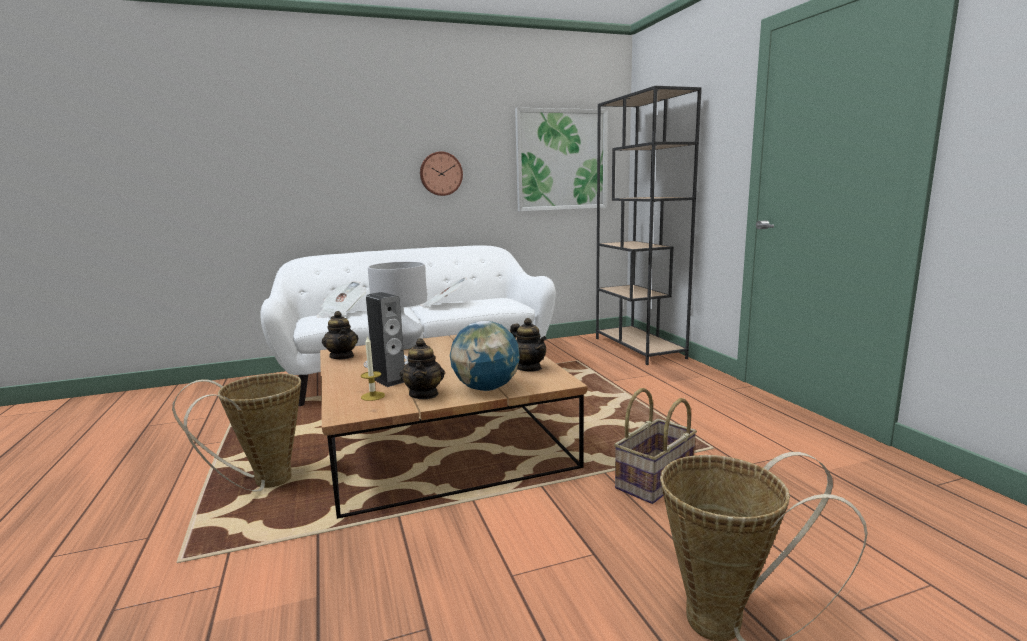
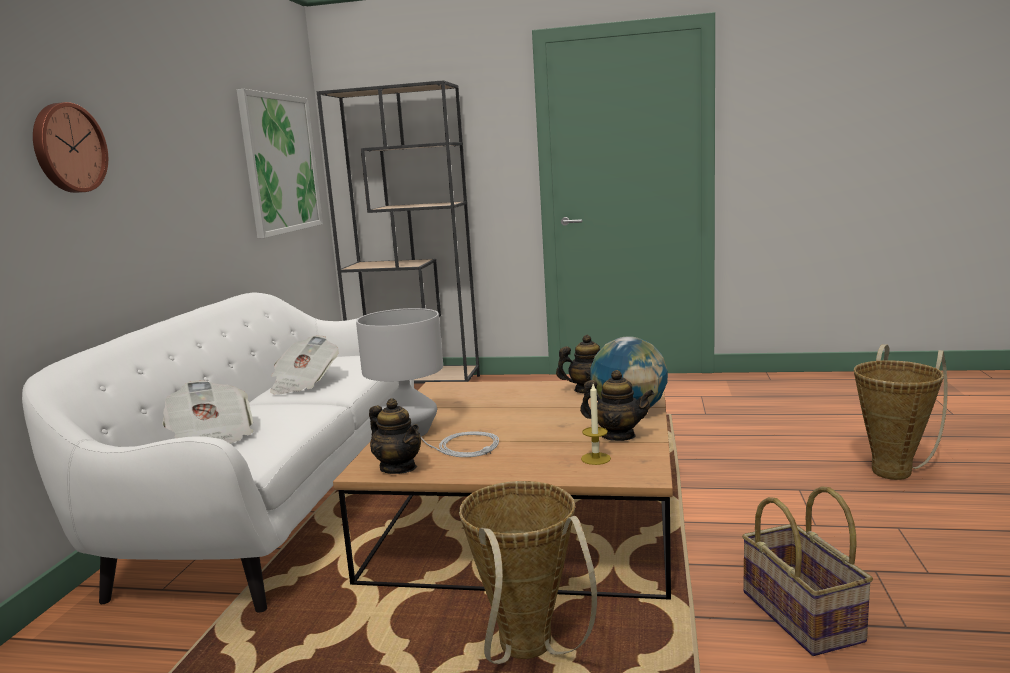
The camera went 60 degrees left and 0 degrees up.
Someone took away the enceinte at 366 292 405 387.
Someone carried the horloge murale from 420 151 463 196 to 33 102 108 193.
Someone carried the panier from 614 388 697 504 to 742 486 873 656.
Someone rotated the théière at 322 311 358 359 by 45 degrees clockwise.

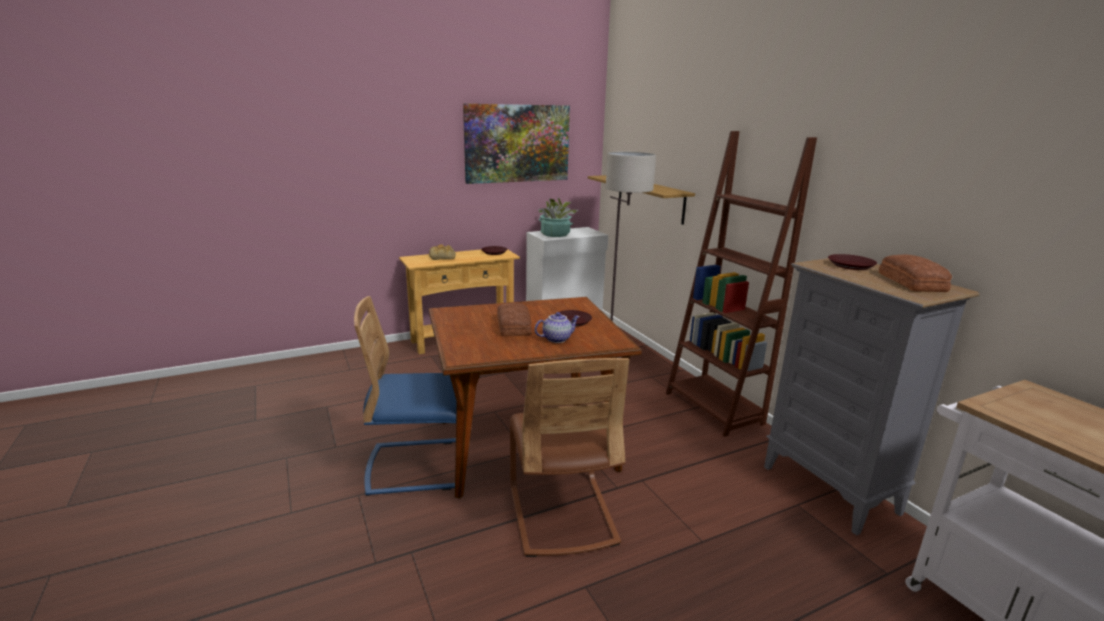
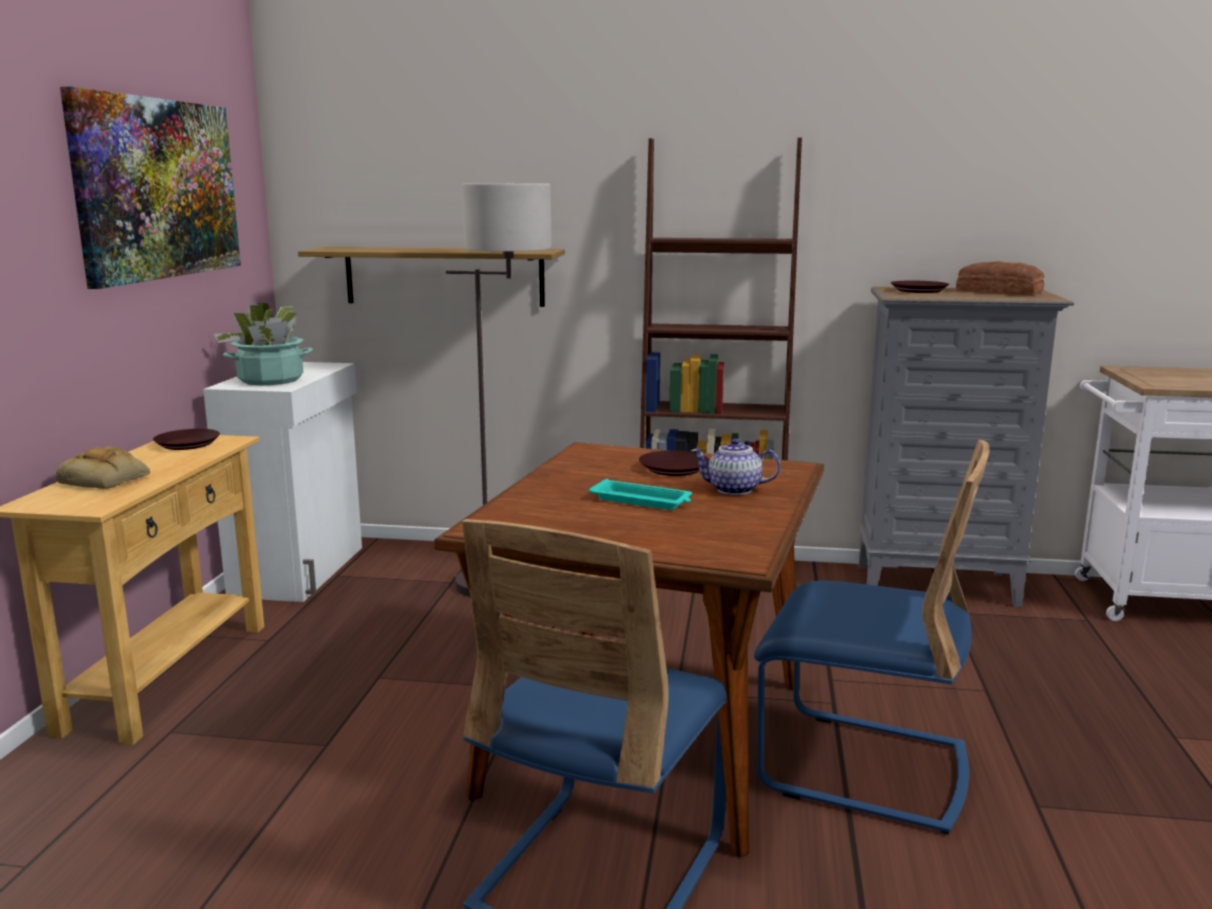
The camera went 55 degrees left and 5 degrees down.
Someone swapped the pain at 497 303 532 337 for the plateau (turquoise) at 589 479 692 510.
Someone repainted the chaise (marron) at 510 358 629 557, which became the chaise (bleu) at 754 440 990 835.
Someone rotated the théière at 535 312 580 343 by 90 degrees counterclockwise.

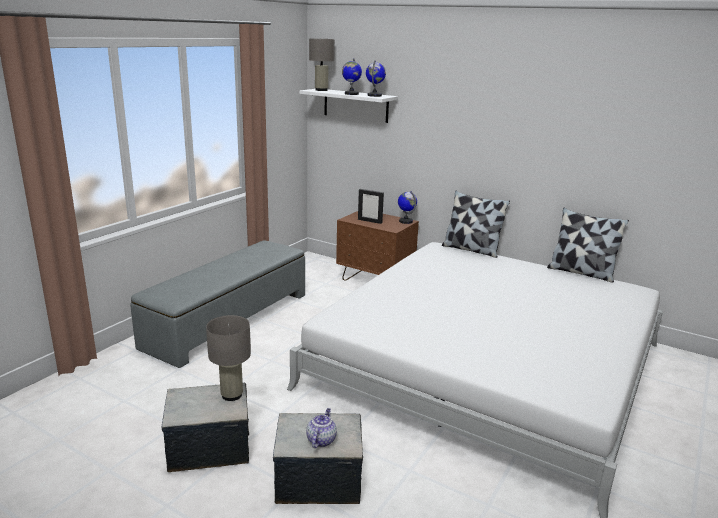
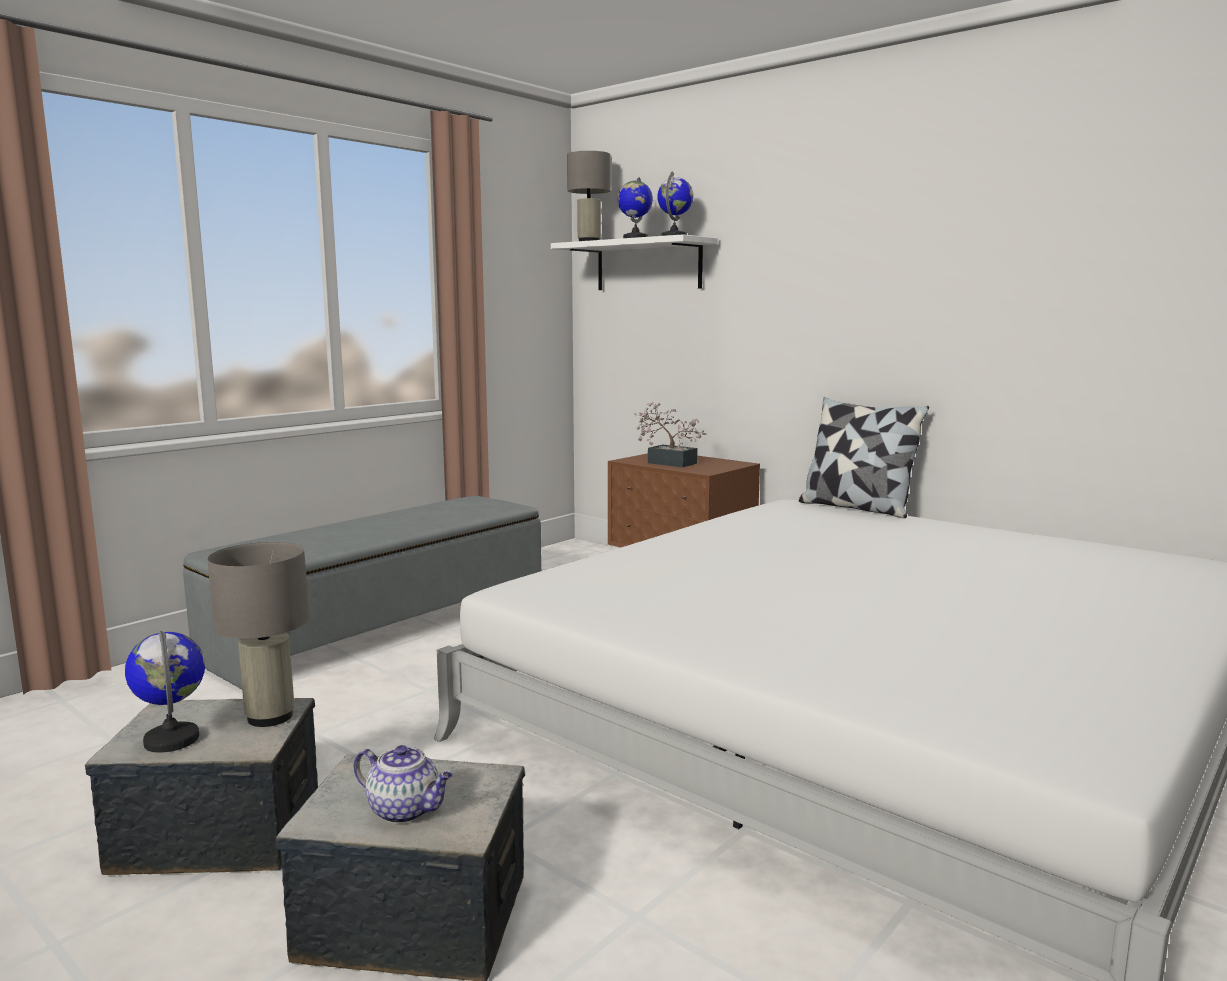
The camera went 10 degrees right and 10 degrees down.
Someone took away the coussin at 547 208 629 283.
Someone carried the globe from 398 191 417 224 to 125 631 205 753.
Someone swapped the cadre photo at 358 189 384 224 for the plante en pot at 634 402 706 467.
Someone rotated the théière at 306 408 337 448 by 90 degrees clockwise.

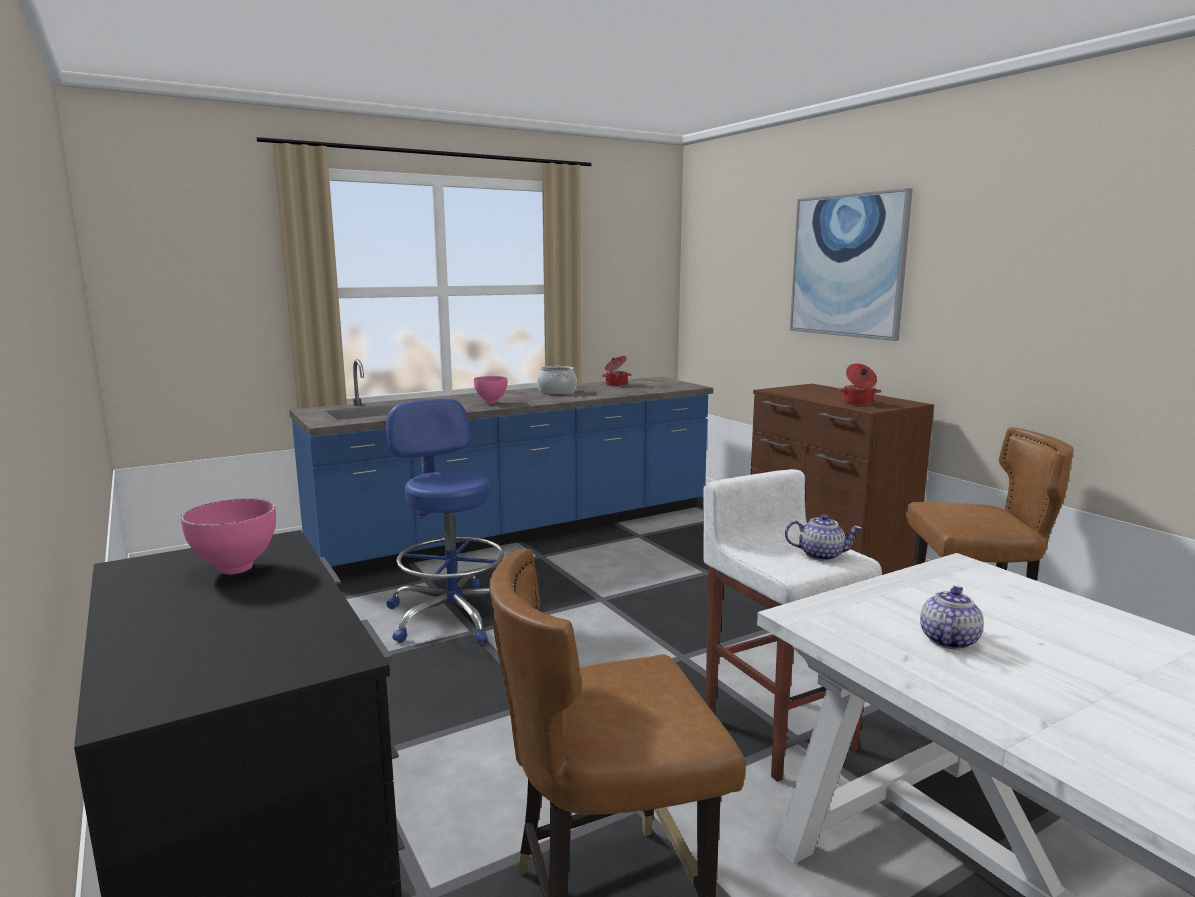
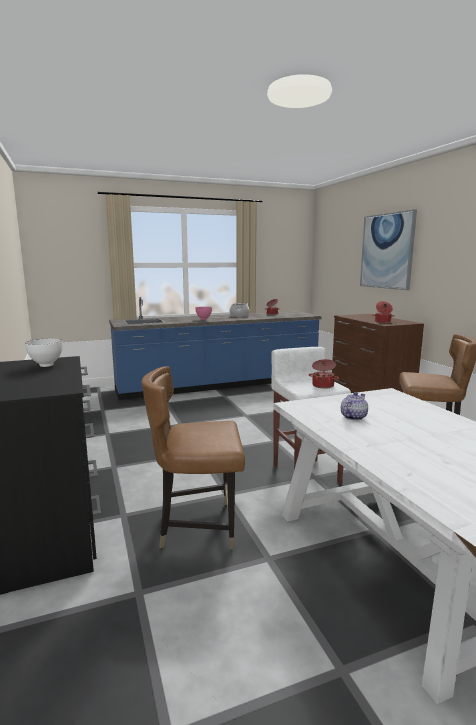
The camera went 10 degrees right and 0 degrees up.
Someone took away the tabouret (bleu) at 386 399 504 644.
Someone swapped the théière at 785 514 862 561 for the marmite at 309 359 339 389.
Someone repainted the bol (rose) at 181 498 276 574, which became the bol (blanc) at 25 338 63 367.

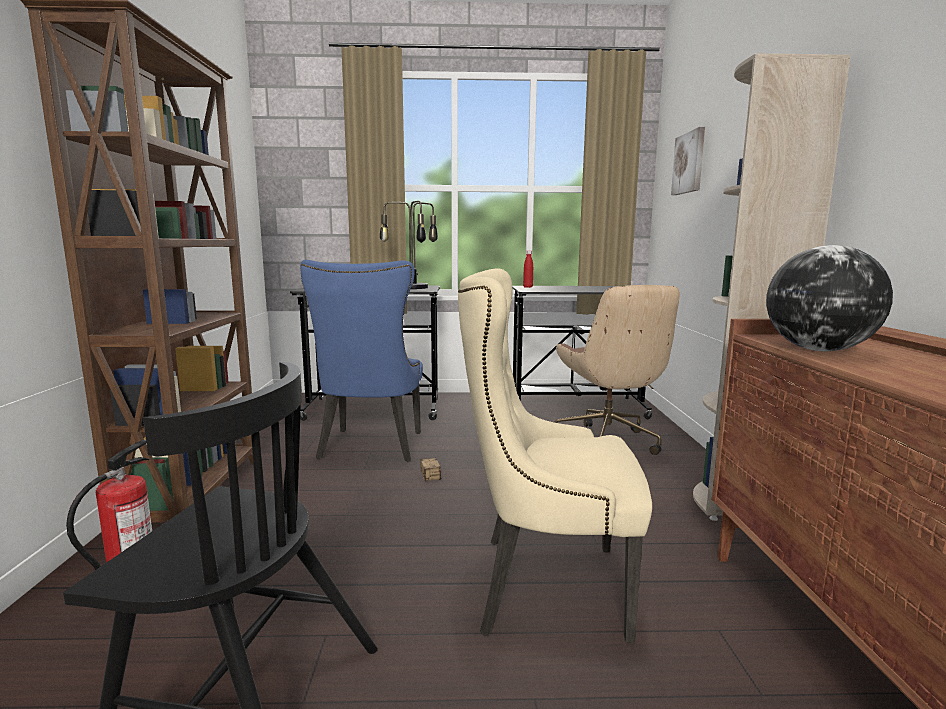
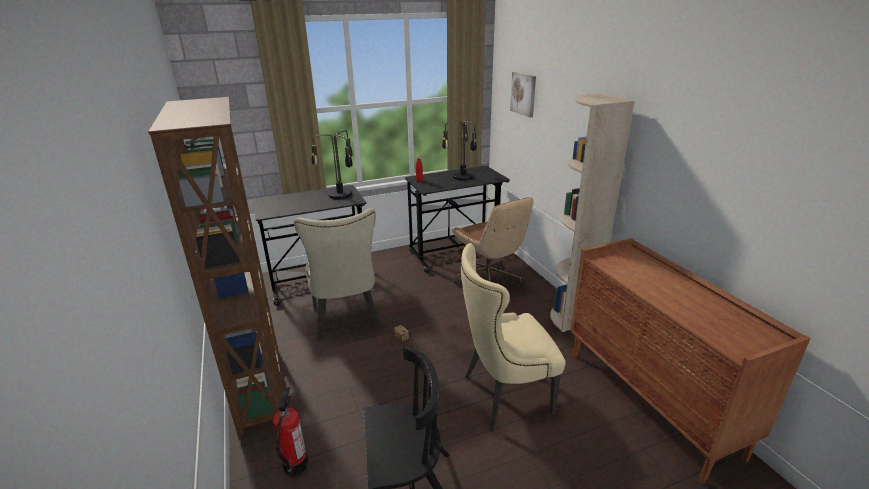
The camera went 20 degrees left and 15 degrees up.
Someone took away the globe at 766 245 893 351.
Someone put down the lampe de table at 442 117 477 181.
Someone repainted the chaise (bleu) at 300 260 423 462, which became the chaise (beige) at 294 208 381 340.

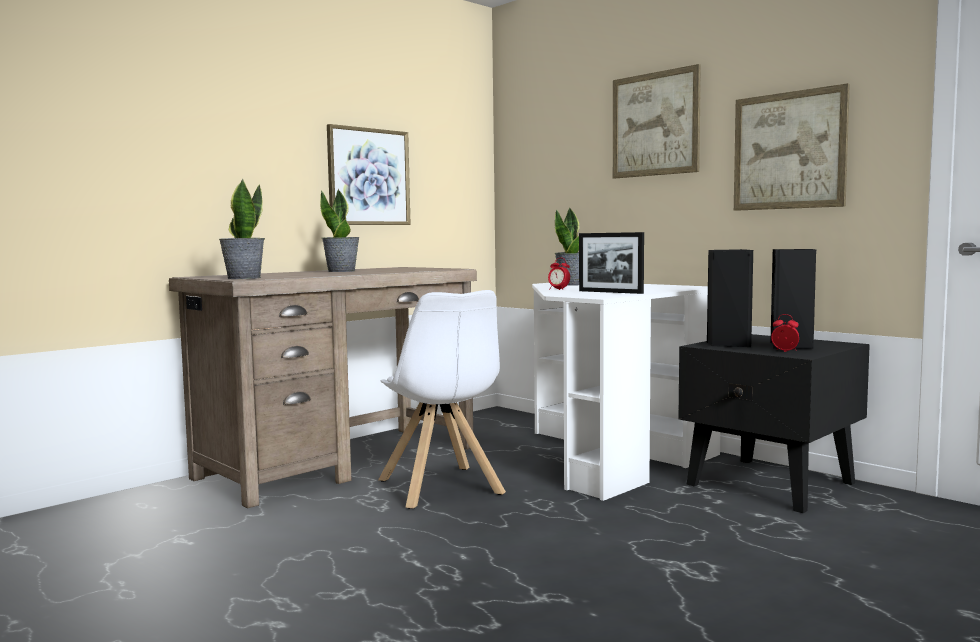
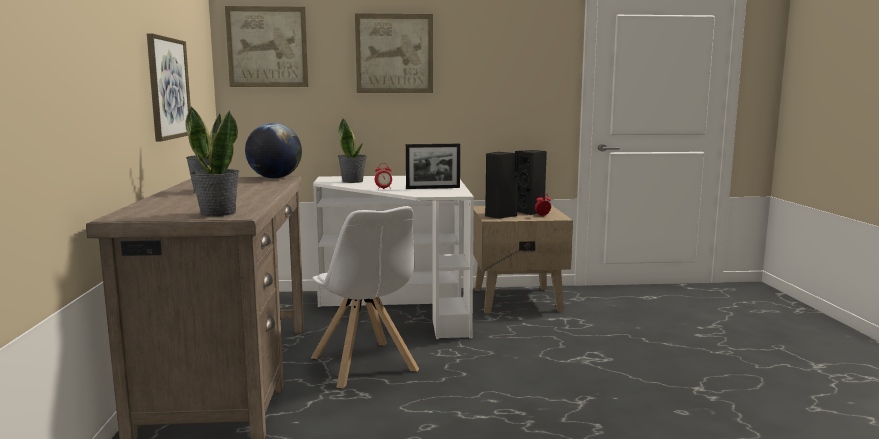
The camera went 50 degrees left and 5 degrees up.
Someone put down the globe at 245 123 302 179.
Someone carried the tableau from 734 83 850 211 to 225 6 309 87.
Someone repainted the table de chevet (noir) at 678 334 870 513, which became the table de chevet (beige) at 473 205 573 314.
Someone rotated the chaise (blanc) at 378 290 506 509 by 45 degrees clockwise.

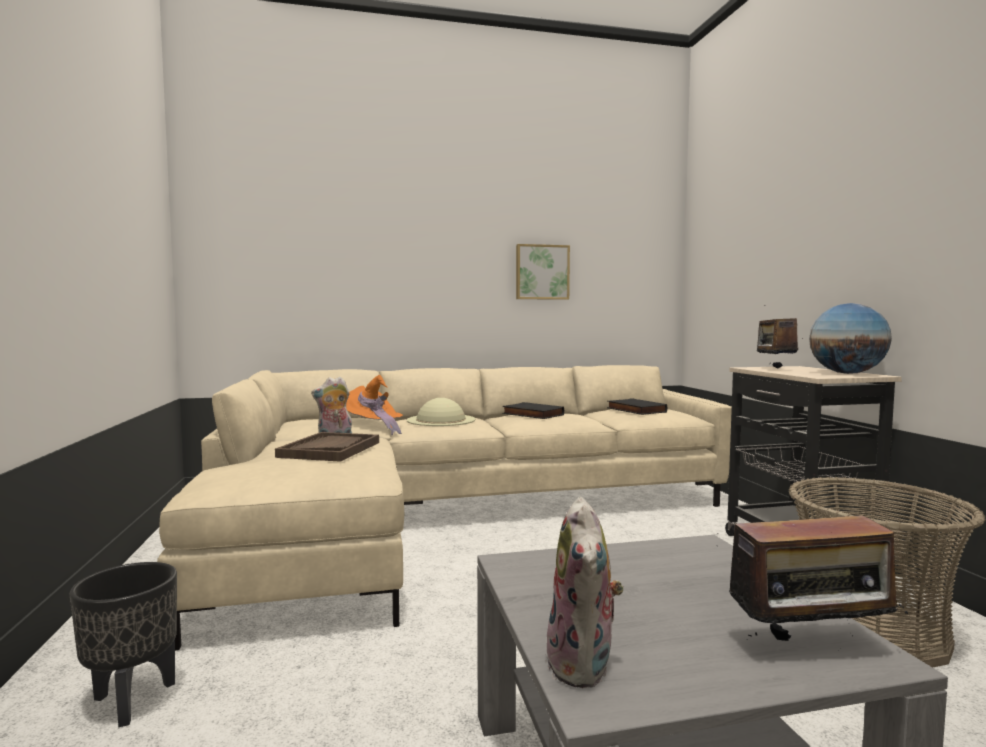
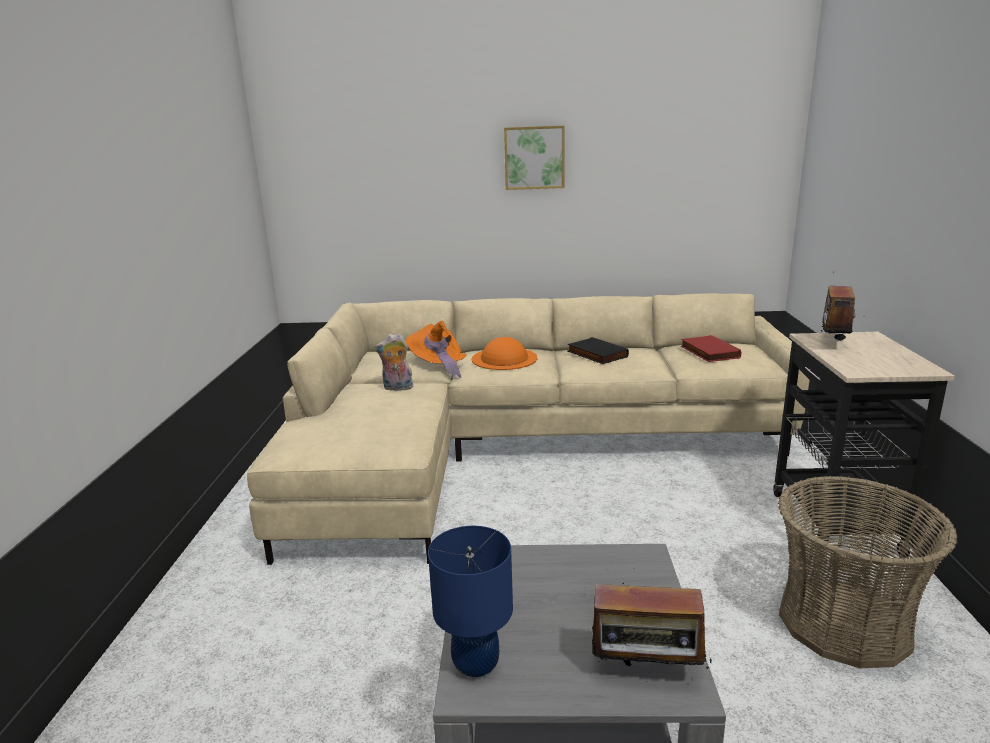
The camera went 15 degrees right and 15 degrees up.
Someone took away the cache-pot (noir) at 70 562 177 727.
Someone took away the plateau (marron) at 275 432 379 462.
Someone took away the globe at 809 303 892 374.
Someone carried the tableau from 516 244 570 300 to 504 125 565 190.
Someone swapped the peluche at 546 497 624 688 for the lampe de table (bleu) at 428 526 513 677.
Someone repainted the chapeau (beige) at 407 398 475 426, which became the chapeau (orange) at 472 337 538 370.
Someone repainted the livre (noir) at 607 398 667 415, which became the livre (rouge) at 681 335 741 362.

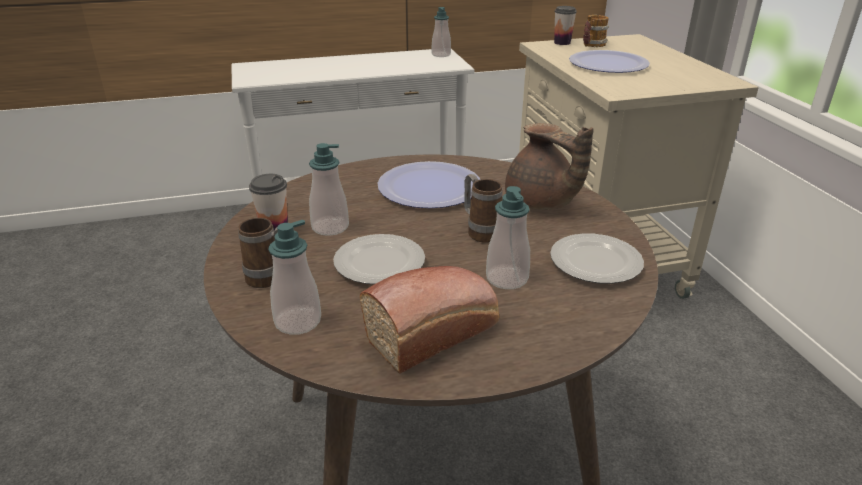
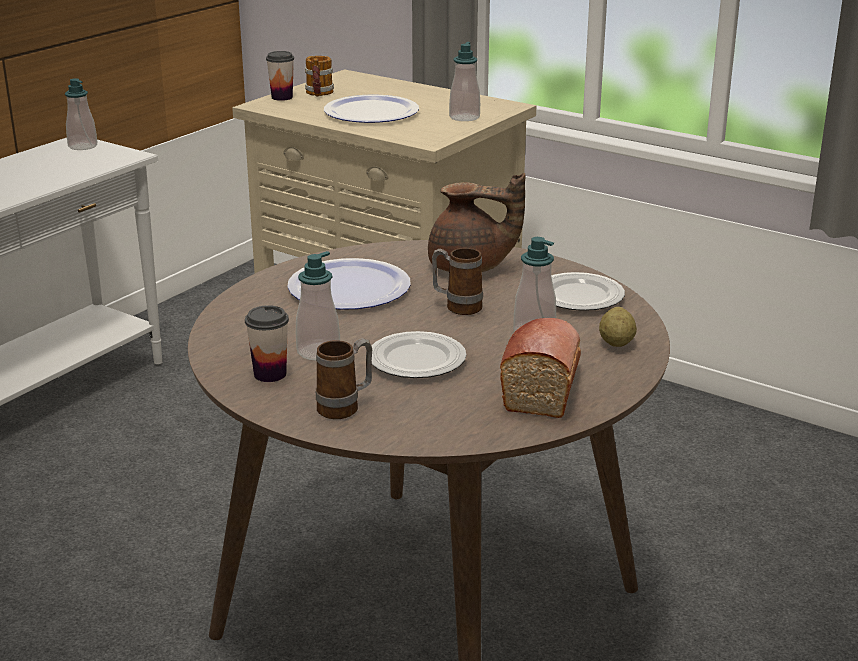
The camera went 40 degrees left and 5 degrees down.
Someone put down the pomme de terre at 599 307 637 347.
Someone carried the distributeur de savon from 268 220 321 335 to 449 42 480 121.

